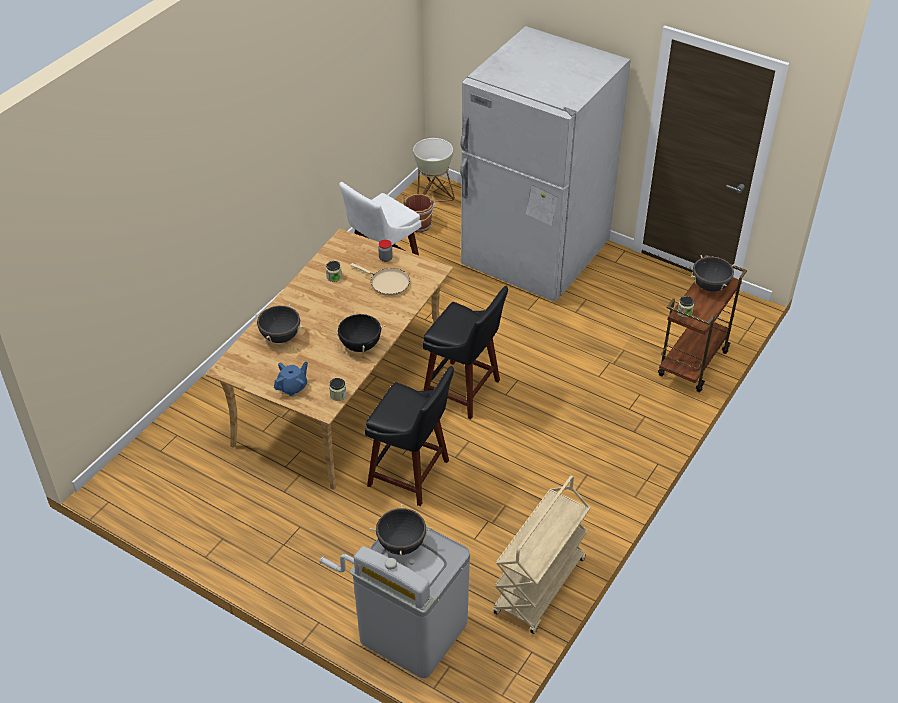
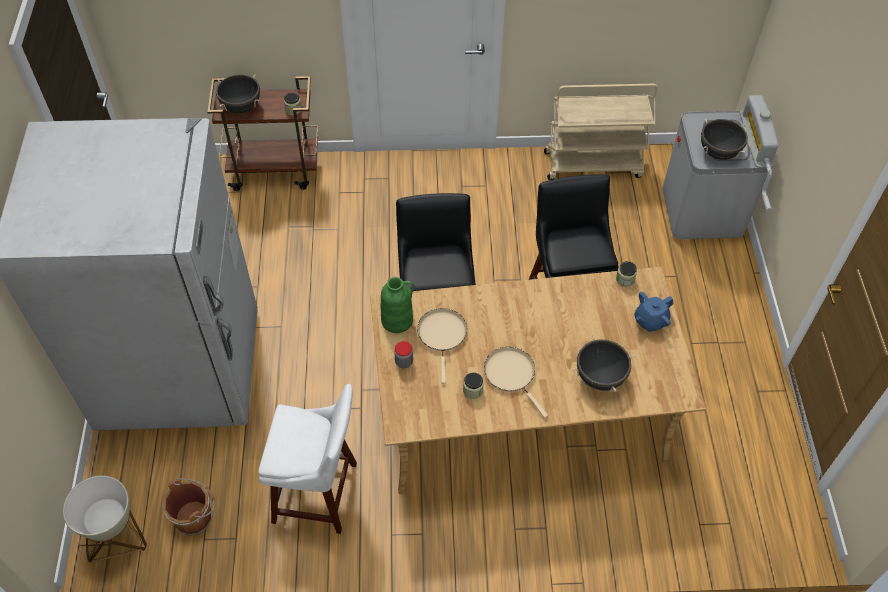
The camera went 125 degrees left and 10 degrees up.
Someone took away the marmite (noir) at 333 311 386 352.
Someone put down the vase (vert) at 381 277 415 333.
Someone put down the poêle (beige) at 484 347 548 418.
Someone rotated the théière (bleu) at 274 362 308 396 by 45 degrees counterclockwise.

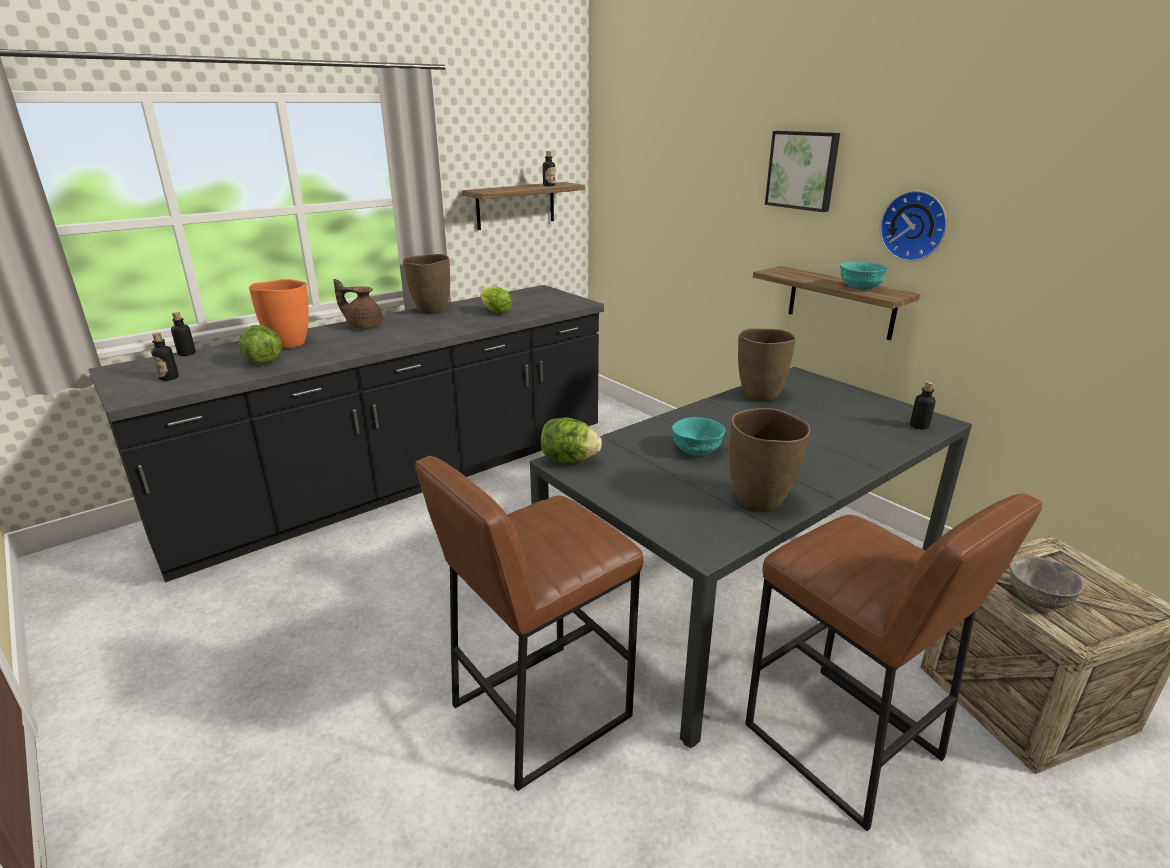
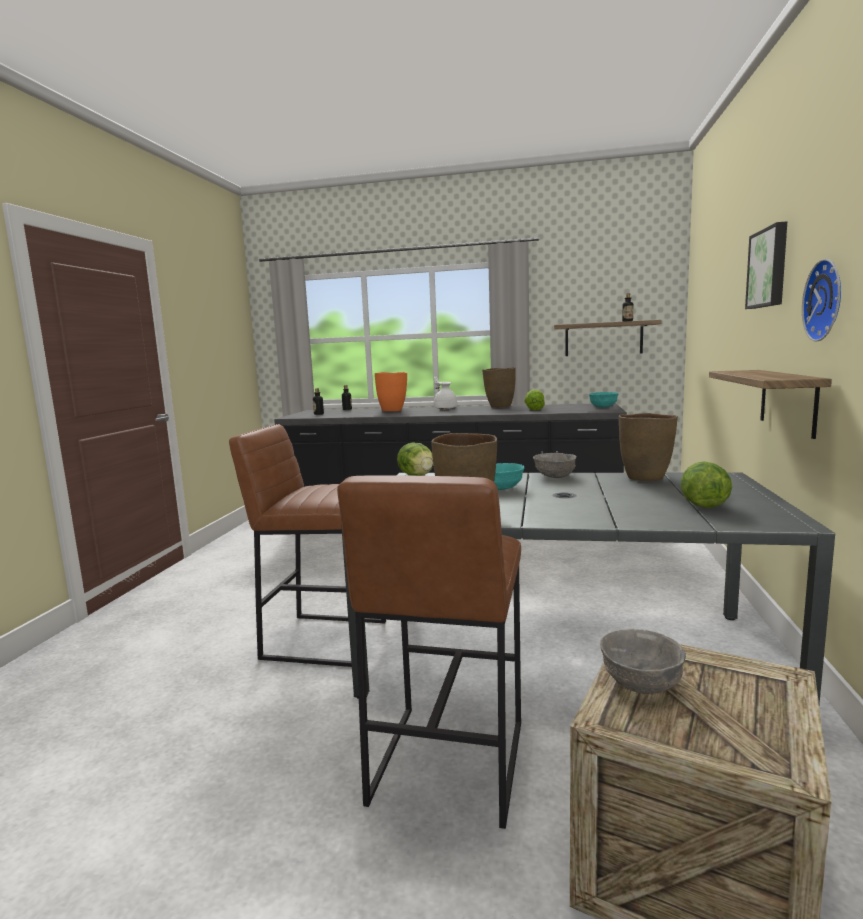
The camera went 50 degrees right and 15 degrees down.
Someone took away the bouteille at 910 381 936 430.
Someone put down the bol (gris) at 533 453 576 478.
Someone carried the laitue from 239 325 282 364 to 681 461 732 508.
Someone carried the bol (turquoise) from 840 262 888 290 to 589 392 619 408.
Someone repainted the théière (marron) at 333 279 383 329, which became the théière (blanc) at 434 376 457 409.

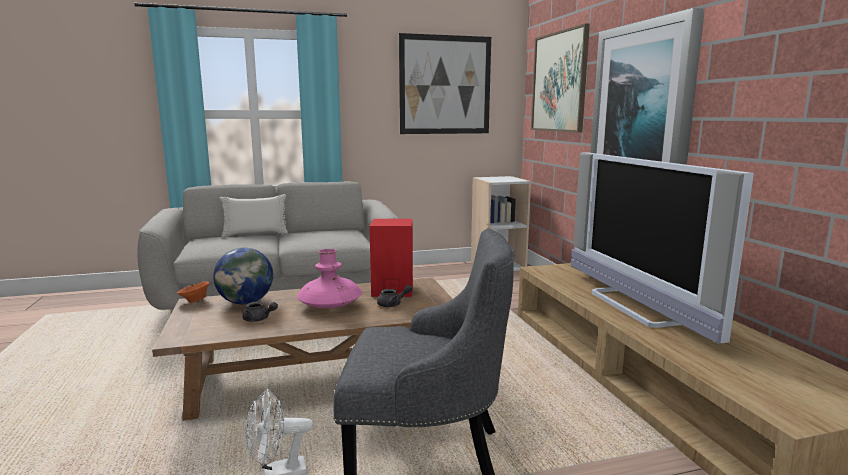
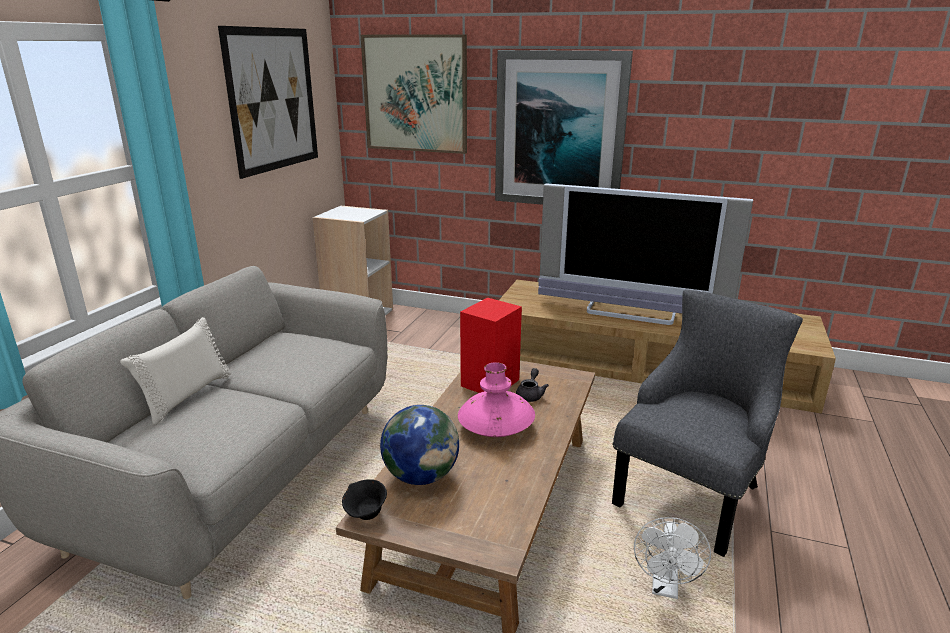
The camera went 55 degrees left and 10 degrees up.
Someone took away the théière (gris) at 242 302 278 322.
Someone repainted the bol (orange) at 177 281 209 303, which became the bol (noir) at 342 479 387 520.

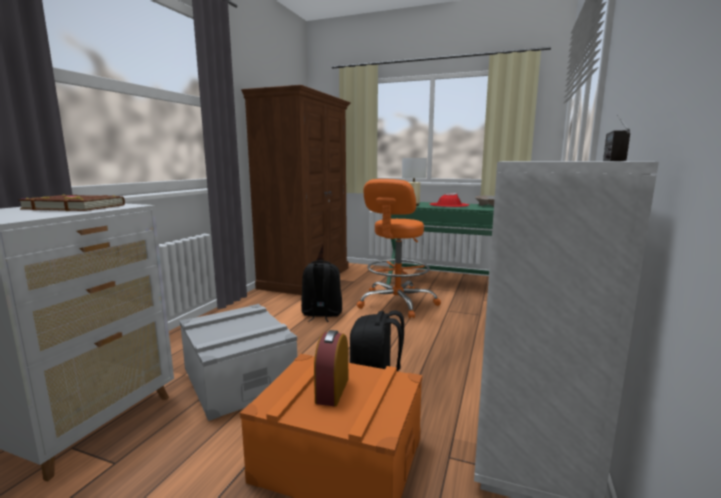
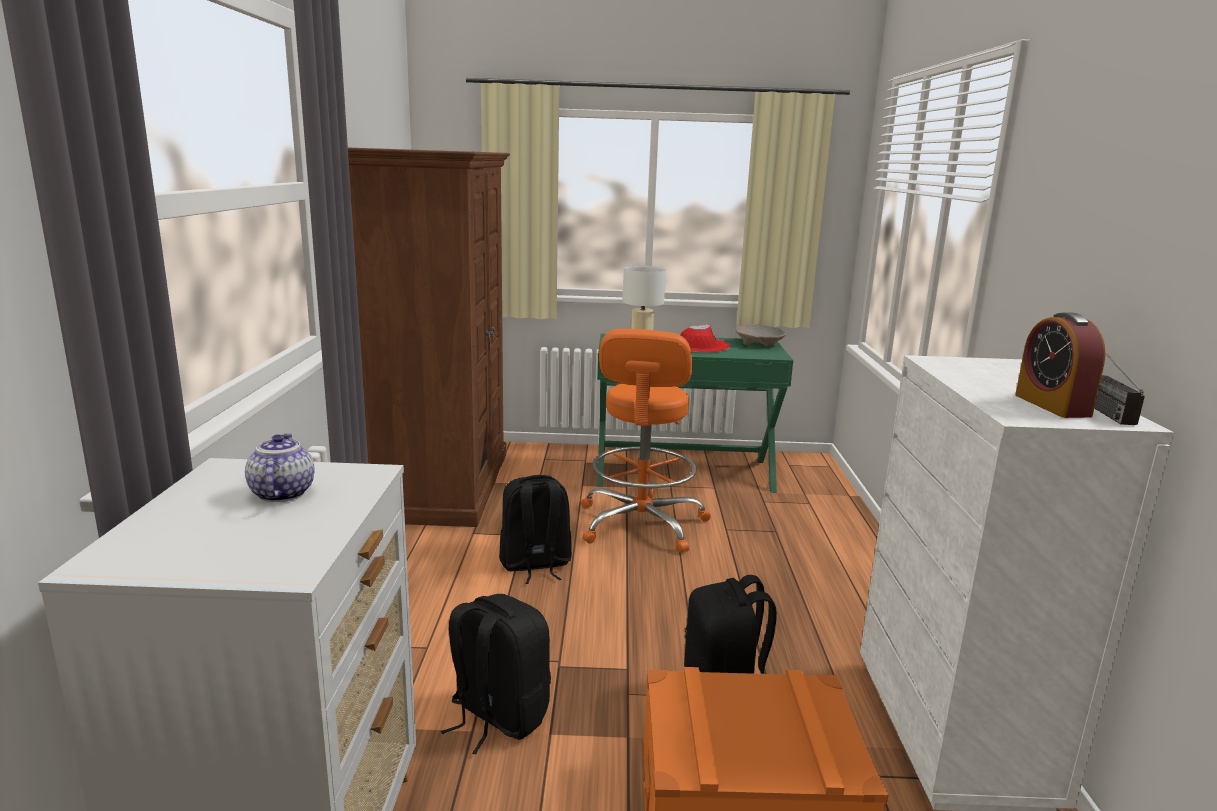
The camera went 20 degrees left and 5 degrees up.
Someone carried the réveil from 314 330 348 406 to 1015 313 1106 418.
Someone swapped the livre (marron) at 18 194 125 211 for the théière at 245 434 315 502.
Someone swapped the boîte de rangement (gris) at 180 304 297 421 for the sac à dos (noir) at 441 594 551 755.

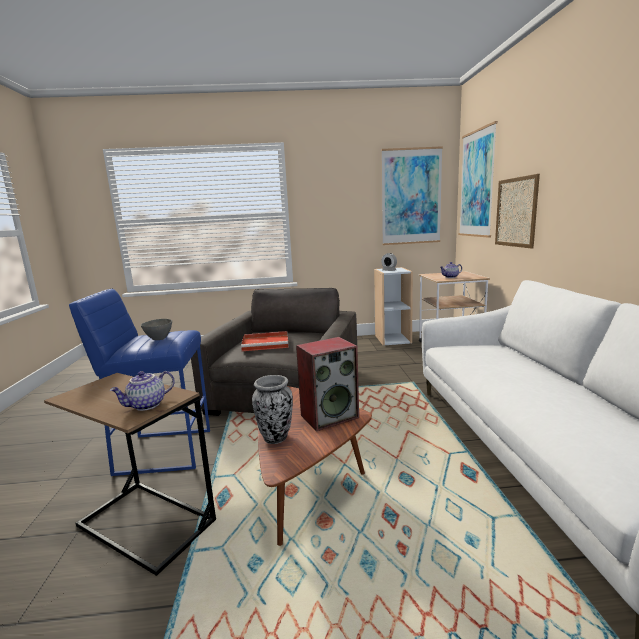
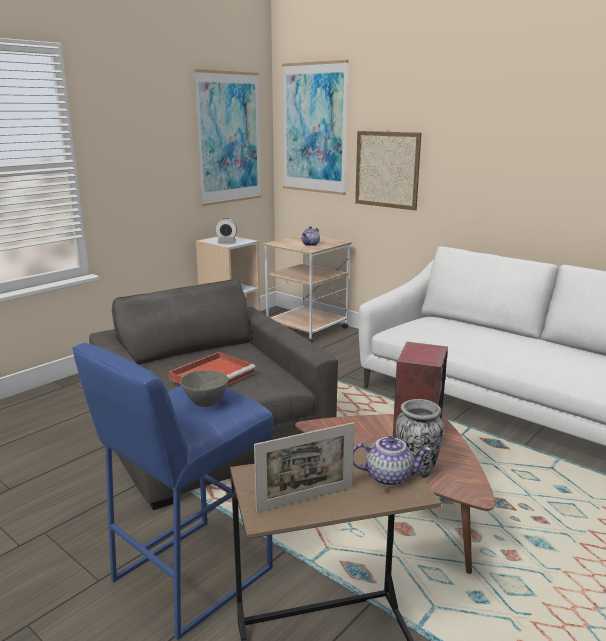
The camera went 45 degrees left and 5 degrees up.
Someone put down the cadre photo at 254 422 355 512.
Someone rotated the théière at 109 371 175 411 by 90 degrees counterclockwise.

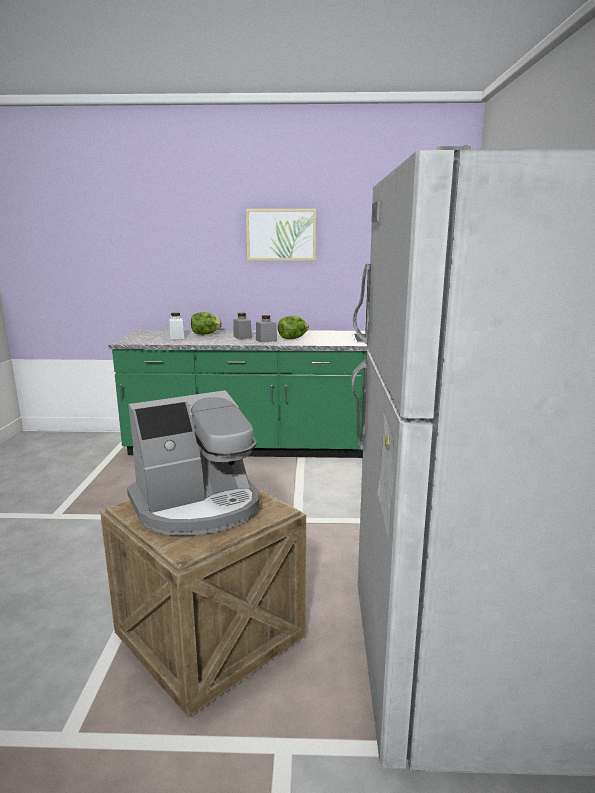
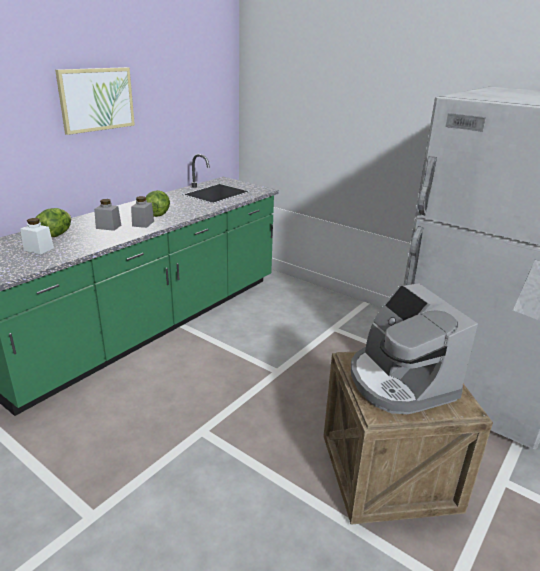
The camera went 55 degrees left and 10 degrees up.
Someone rotated the machine à café at 127 390 259 536 by 150 degrees clockwise.

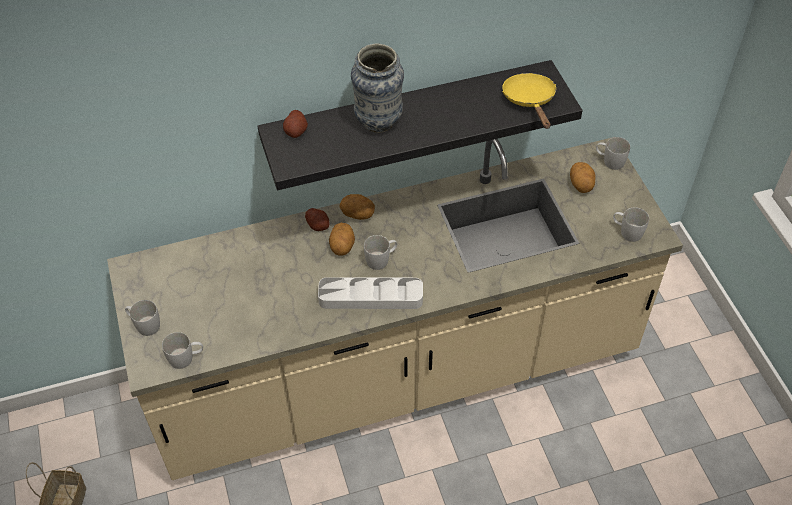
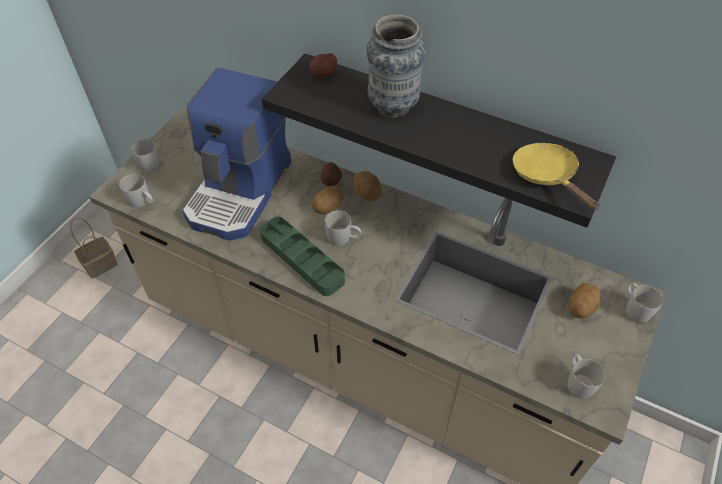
The camera went 45 degrees right and 0 degrees up.
Someone put down the machine à café at 182 68 291 241.
Someone repainted the plateau (gris) at 318 277 423 309, which became the plateau (vert) at 260 216 345 296.
Someone rotated the poêle (jaune) at 502 73 556 129 by 60 degrees counterclockwise.

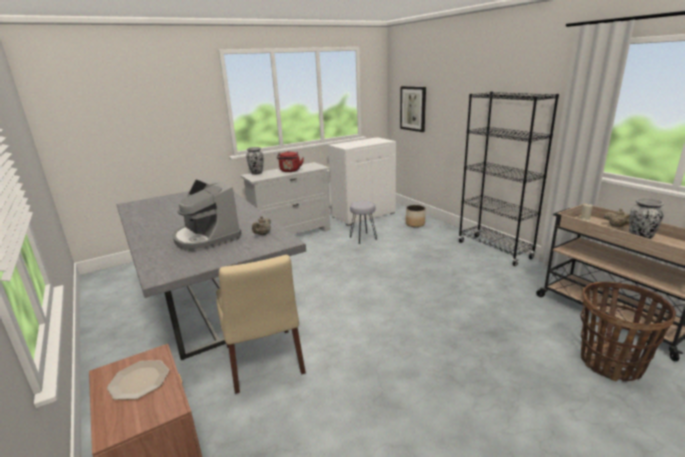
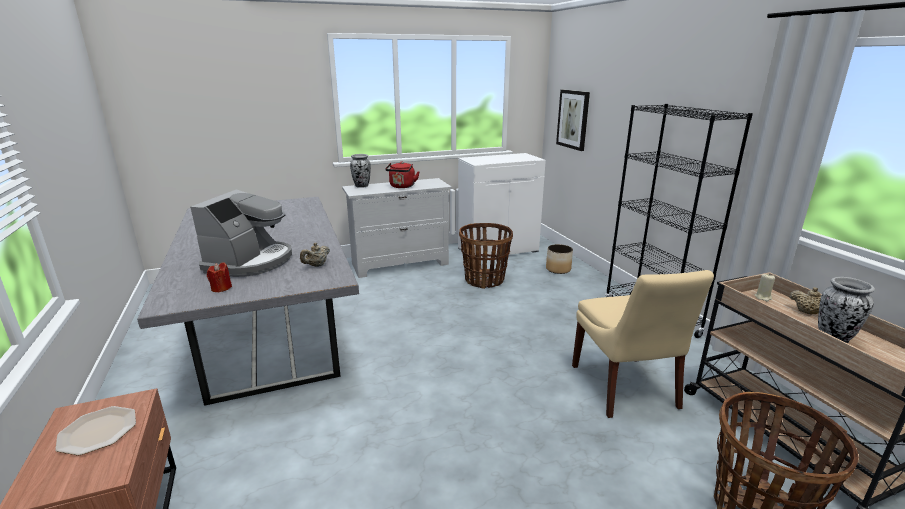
The camera went 10 degrees right and 0 degrees up.
Someone put down the bougie (rouge) at 207 263 232 292.
Someone carried the chaise (beige) from 216 255 306 394 to 572 270 714 418.
Someone swapped the tabouret (gris) at 350 201 377 244 for the panier at 459 223 513 289.
Someone rotated the machine à café at 172 178 241 251 by 135 degrees counterclockwise.

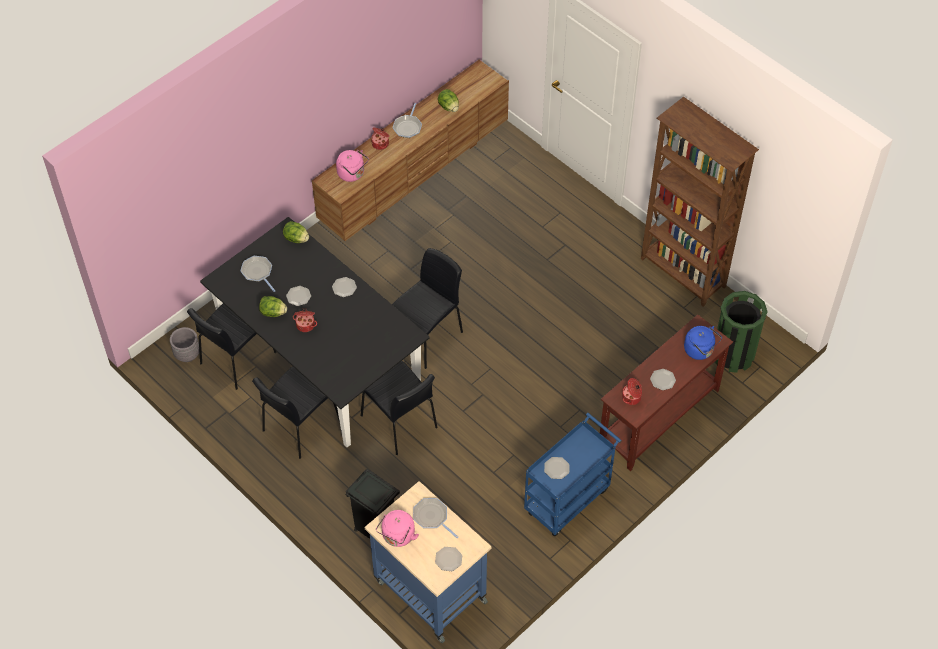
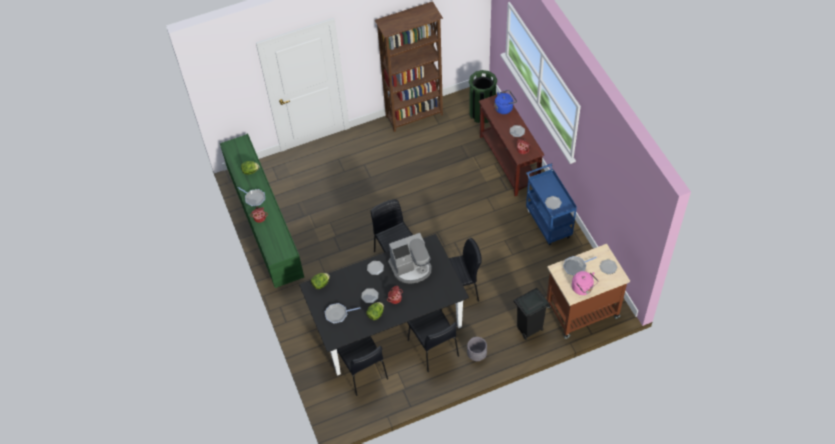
The camera went 65 degrees left and 0 degrees up.
Someone took away the bouilloire (rose) at 336 150 369 182.
Someone put down the machine à café at 388 233 431 284.
Someone carried the cache-pot (gris) from 170 327 199 362 to 467 337 487 361.
Someone repainted the meuble de rangement (marron) at 312 60 509 241, which became the meuble de rangement (vert) at 220 133 304 288.
Someone repainted the chariot (bleu) at 365 481 492 643, which became the chariot (marron) at 546 244 630 339.

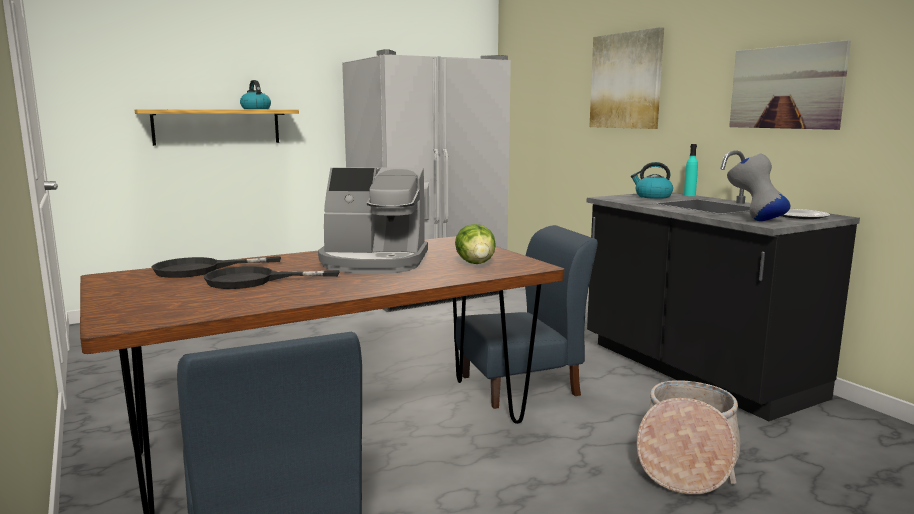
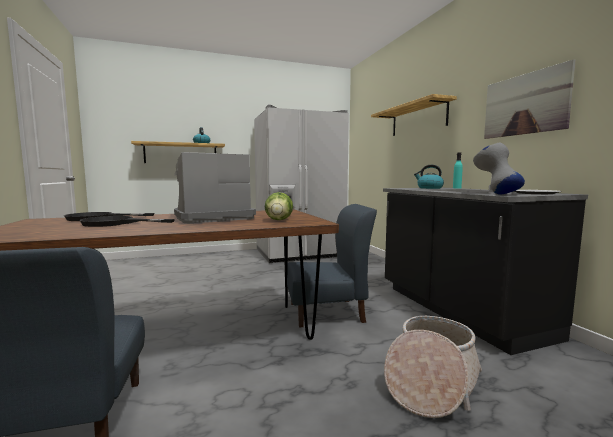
The camera went 10 degrees right and 5 degrees down.
Someone swapped the tableau at 589 27 664 129 for the étagère at 371 94 457 136.
Someone rotated the machine à café at 318 167 428 274 by 135 degrees clockwise.

